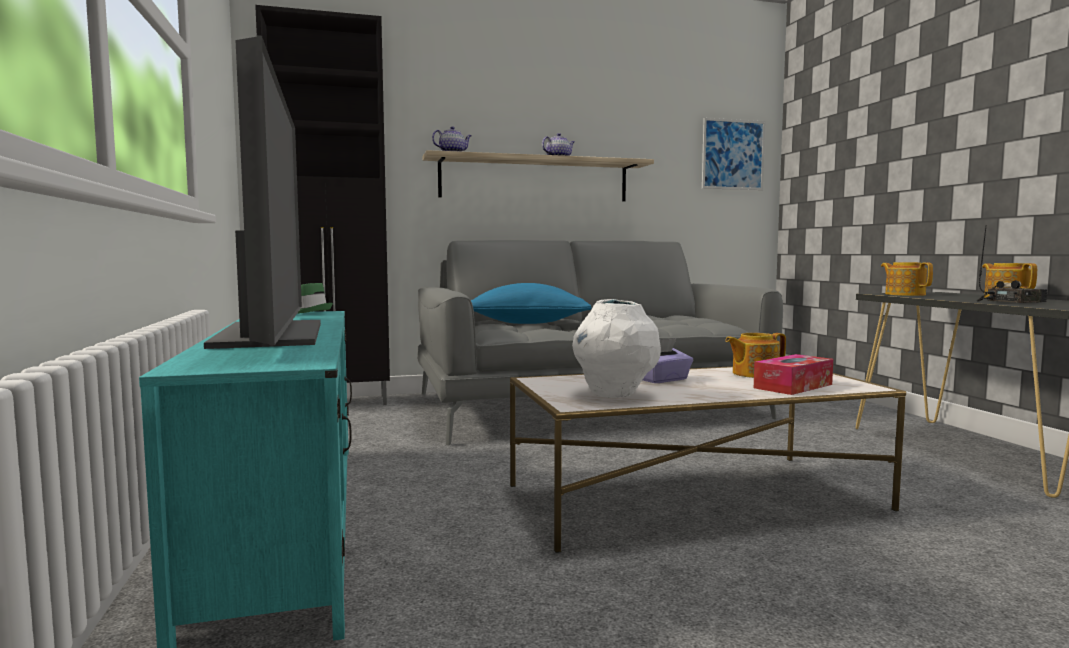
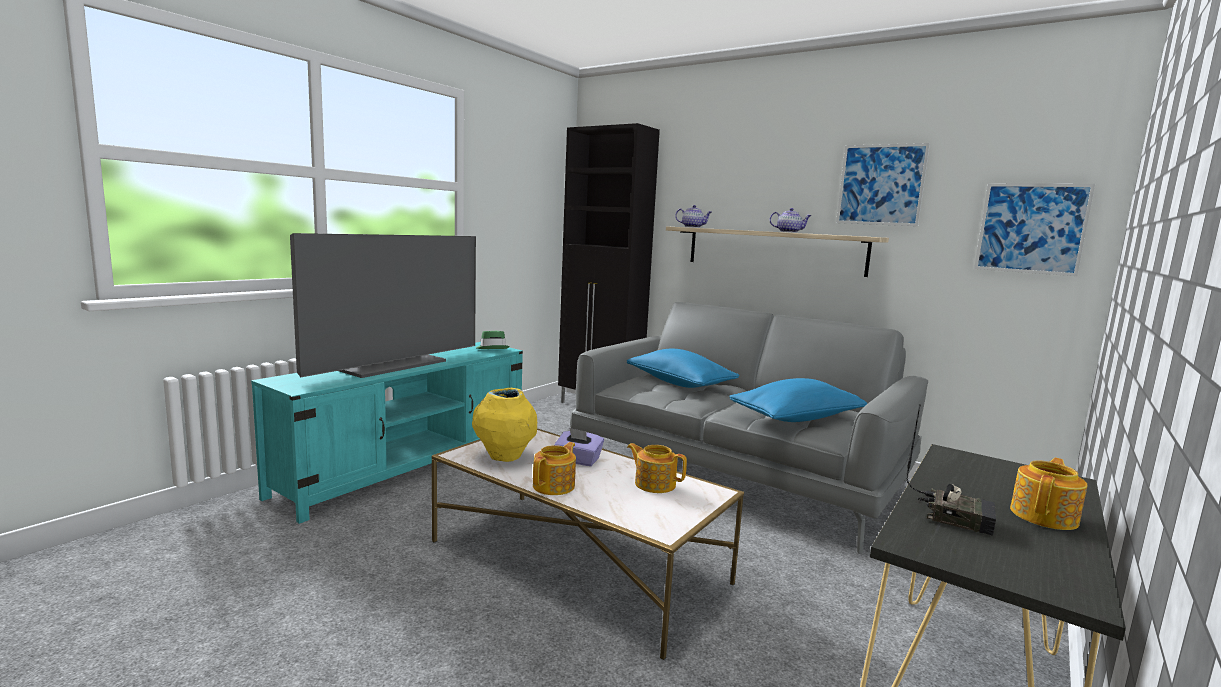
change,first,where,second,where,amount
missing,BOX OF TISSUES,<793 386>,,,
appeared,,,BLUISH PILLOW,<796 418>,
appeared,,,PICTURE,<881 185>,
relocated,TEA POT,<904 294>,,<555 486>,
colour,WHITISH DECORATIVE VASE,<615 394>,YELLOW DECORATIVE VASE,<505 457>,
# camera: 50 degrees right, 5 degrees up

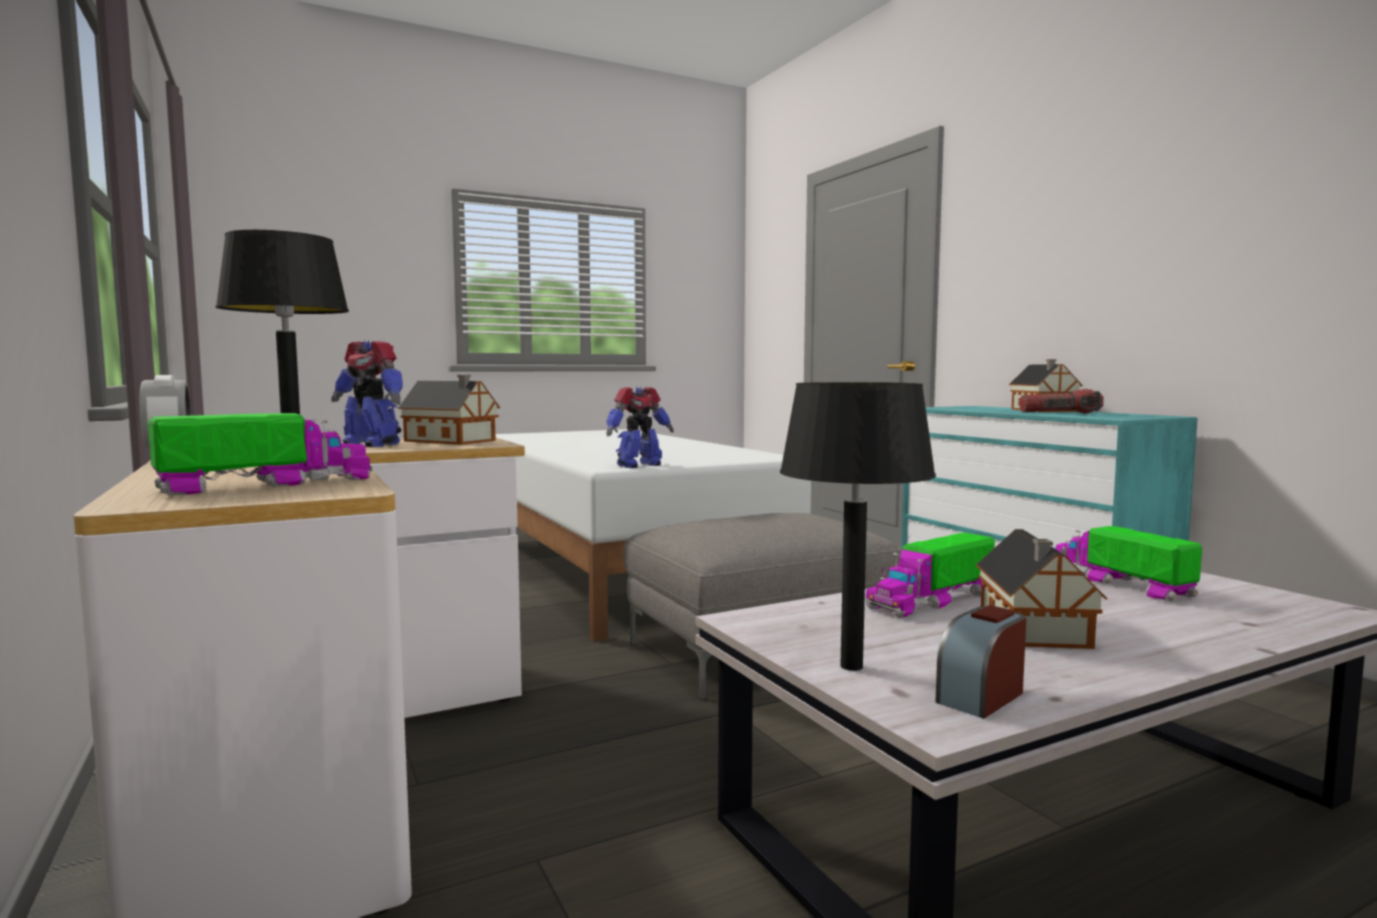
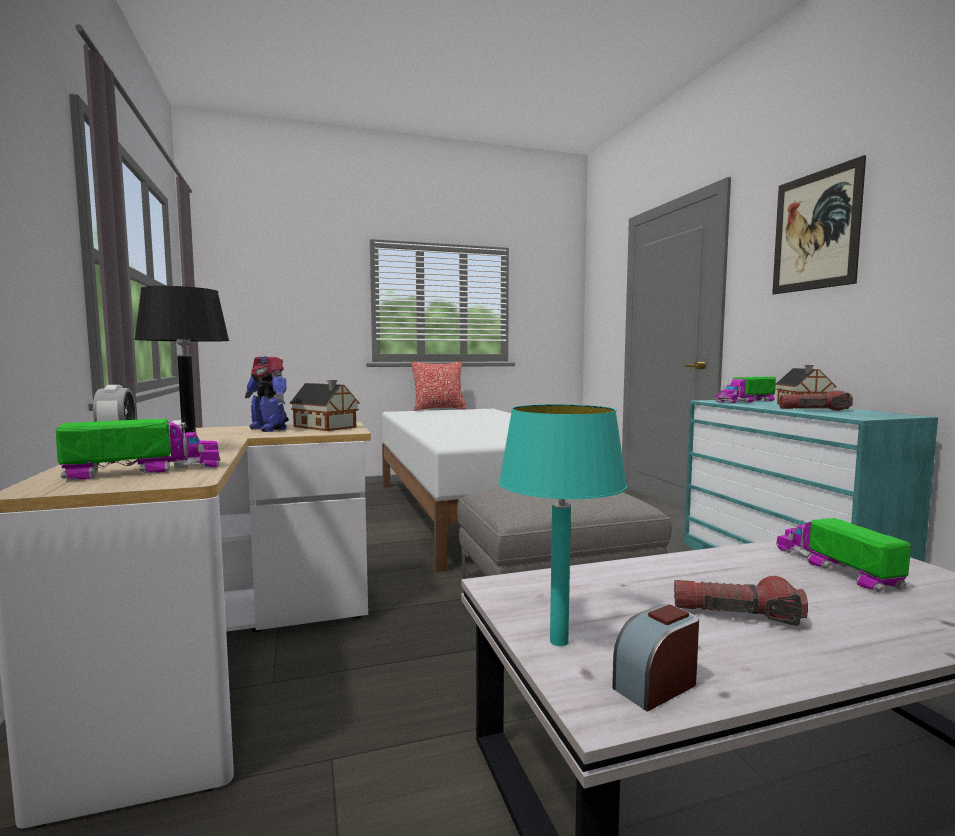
change,first,where,second,where,amount
missing,TOY ROBOT,<638 465>,,,
appeared,,,PILLOW,<439 409>,
appeared,,,PICTURE,<815 231>,
relocated,TOY LORRY,<932 600>,,<746 401>,
exchanged,MODEL HOUSE,<1033 630>,TORCH,<736 614>,
colour,BLACK-COLOURED TABLE LAMP,<850 666>,BLUE-GREEN TABLE LAMP,<558 641>,
# camera: 10 degrees right, 0 degrees up

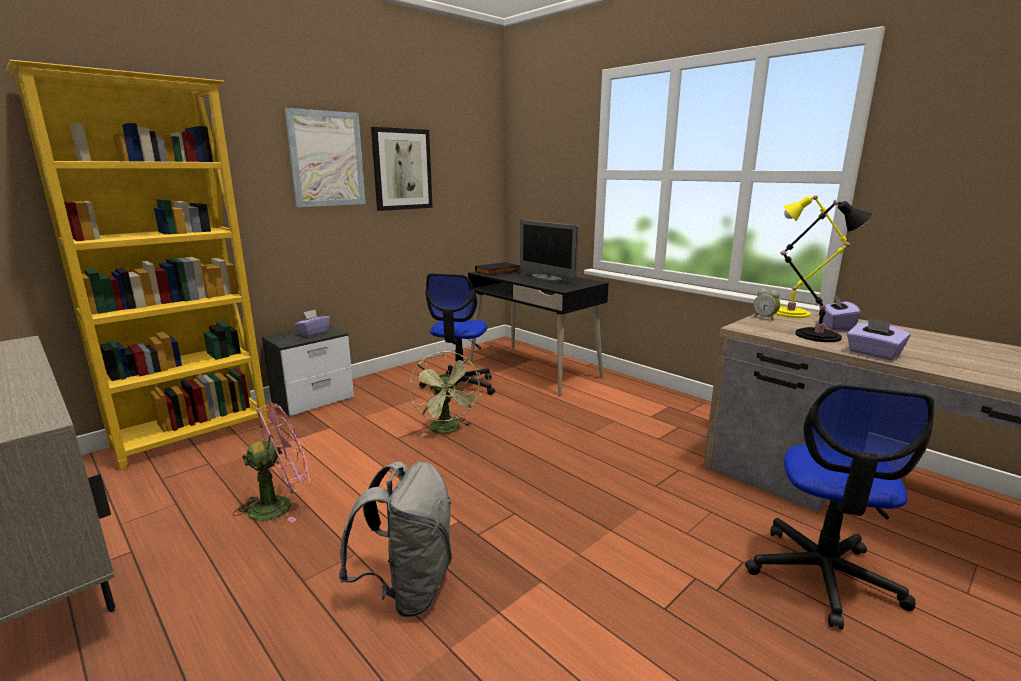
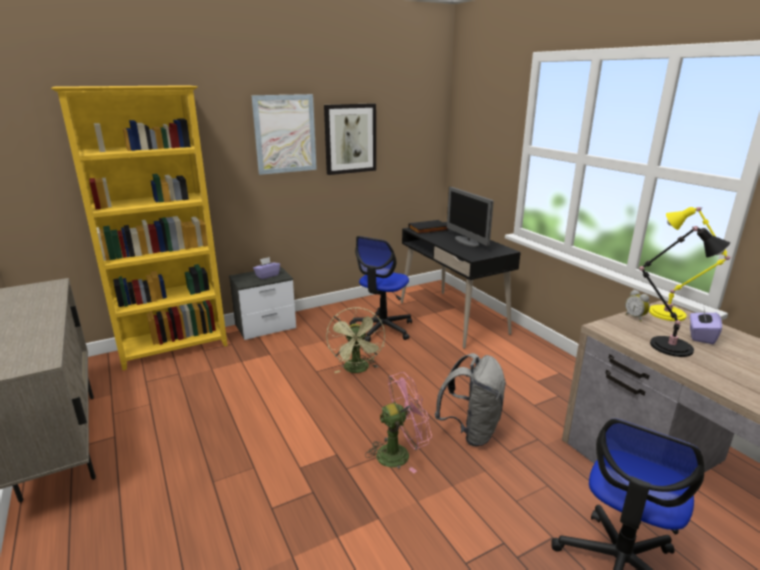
change,first,where,second,where,amount
missing,PURPLISH BOX OF TISSUES,<873 354>,,,
relocated,PINKISH FAN,<280 505>,,<399 453>,
relocated,GREY BACKPACK,<407 589>,,<471 431>,
# camera: 15 degrees right, 5 degrees up

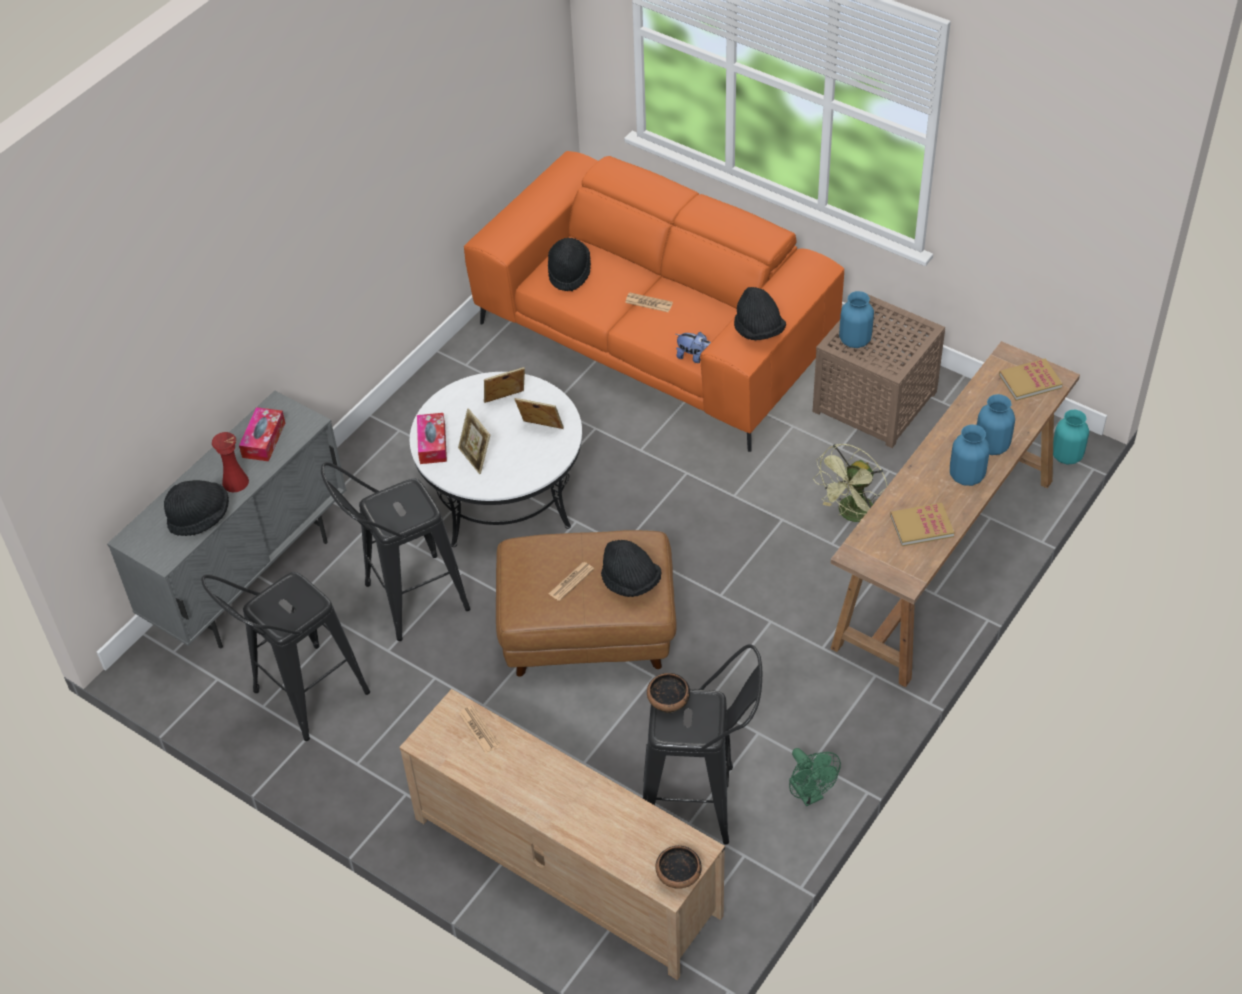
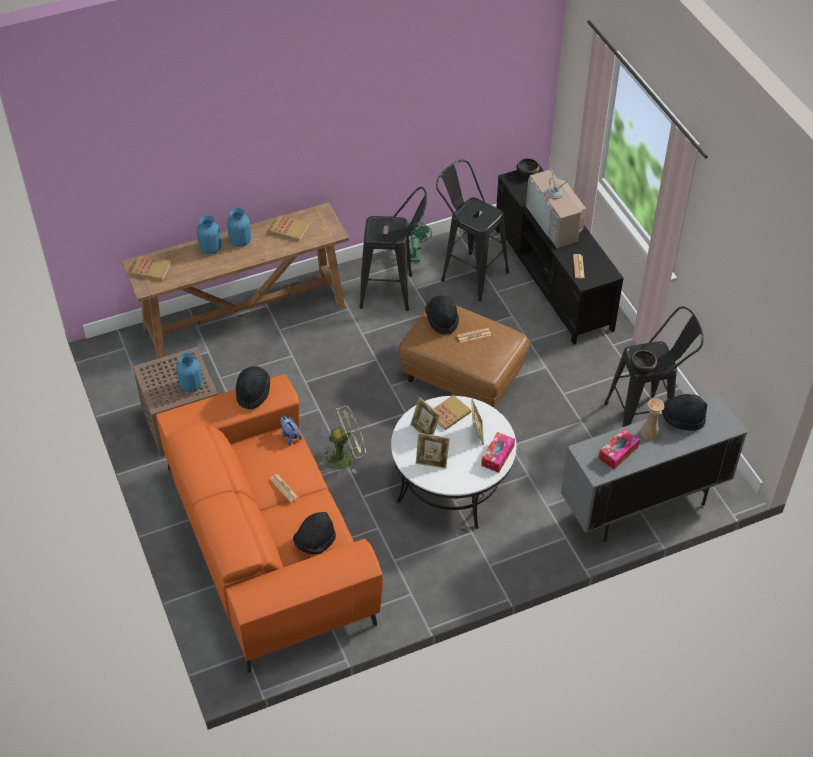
change,first,where,second,where,amount
missing,BLUE-GREEN DECORATIVE VASE,<1067 455>,,,
appeared,,,BOOK,<449 413>,
appeared,,,TV SET,<556 223>,
relocated,BLACK-COLOURED SITTING STOOL,<406 601>,,<393 292>,
relocated,SERVING BOWL,<669 702>,,<642 368>,
relocated,GREENISH FAN,<852 515>,,<345 457>,
colour,REDDISH DECORATIVE VASE,<235 482>,BEIGE-COLOURED DECORATIVE VASE,<649 432>,
colour,BEIGE-COLOURED TV UNIT,<565 865>,BLACK-COLOURED TV UNIT,<552 279>,
# camera: 150 degrees left, 0 degrees up

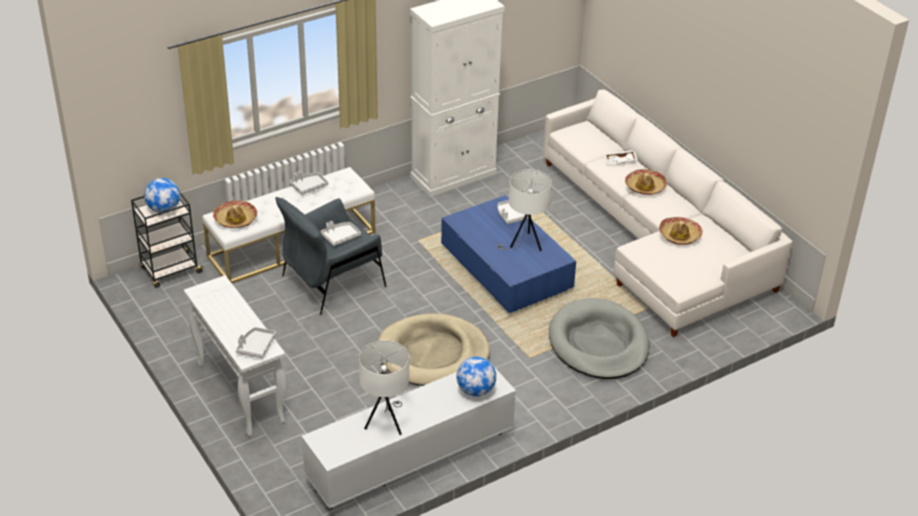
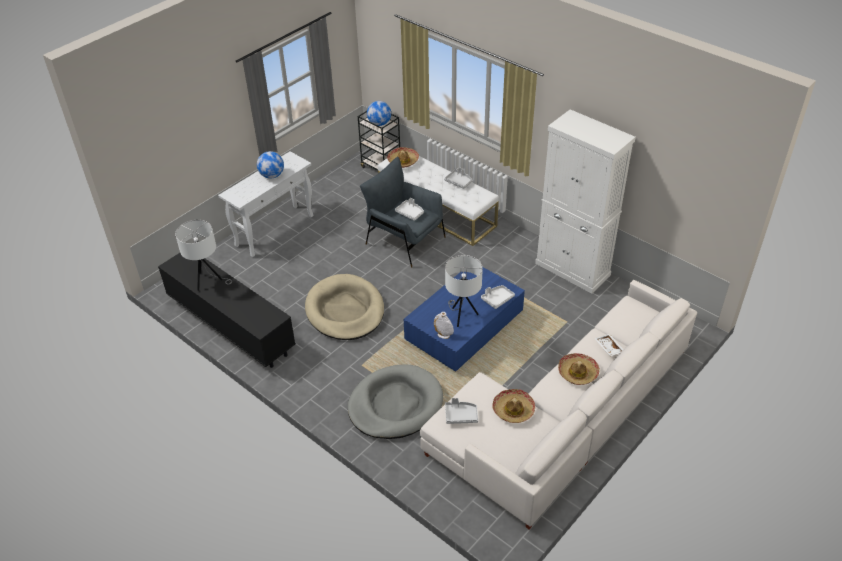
change,first,where,second,where,amount
appeared,,,WHITISH DECORATIVE VASE,<443 335>,
relocated,GREY CARRYING TRAY,<256 346>,,<461 415>,
relocated,WORLD GLOBE,<475 391>,,<272 175>,
colour,WHITISH TV UNIT,<409 461>,BLACK-COLOURED TV UNIT,<230 325>,
# camera: 75 degrees right, 5 degrees up

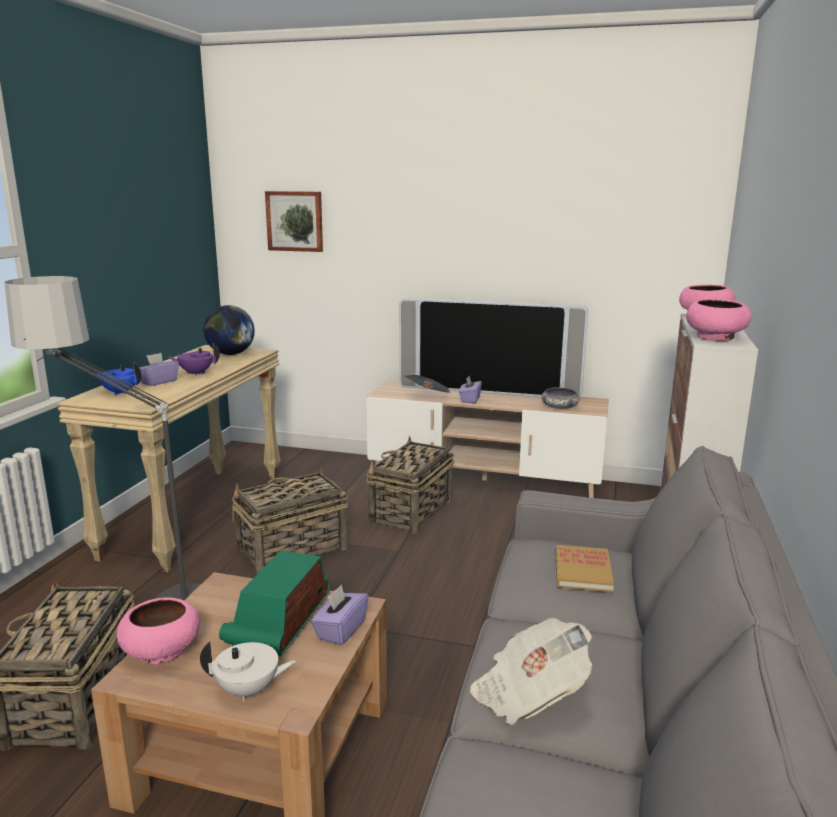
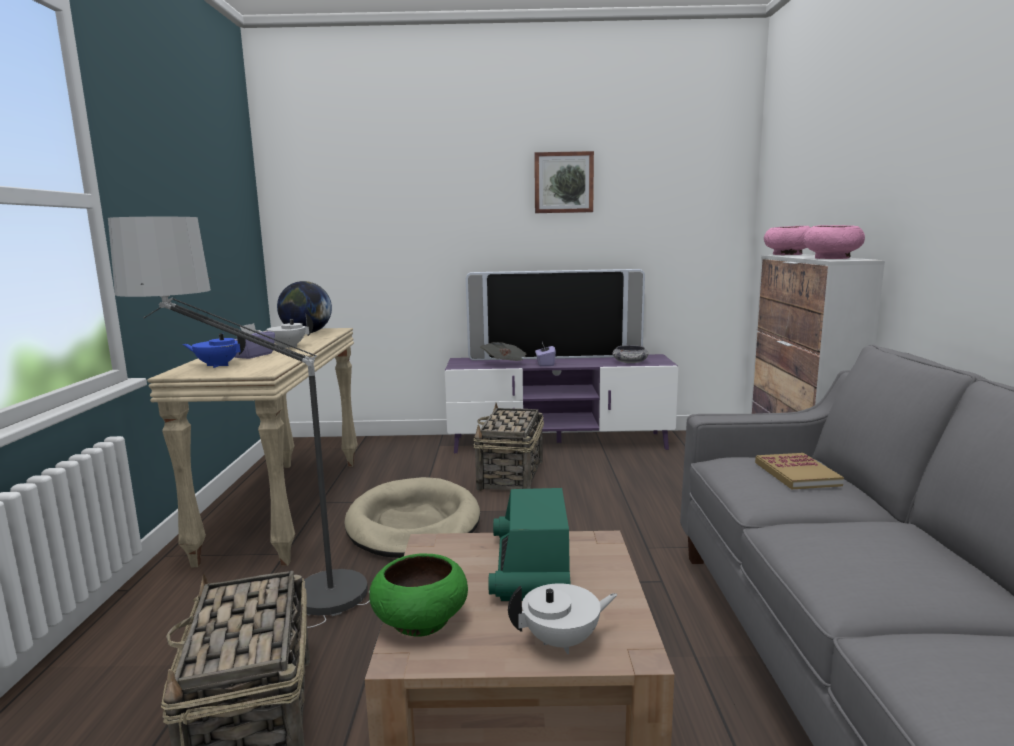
change,first,where,second,where,amount
missing,PURPLISH BOX OF TISSUES,<340 630>,,,
missing,DAILY PAPER,<529 694>,,,
relocated,PICTURE,<295 221>,,<563 182>,
exchanged,STORAGE BASKET,<291 549>,BEIGE-COLOURED DOG BED,<413 524>,
colour,PINKISH SERVING BOWL,<161 651>,GREENISH SERVING BOWL,<420 620>,
colour,PURPLISH TEA POT,<196 373>,WHITISH TEA POT,<287 347>,
colour,BEIGE-COLOURED TV UNIT,<484 480>,PURPLISH TV UNIT,<559 442>,
# camera: 15 degrees left, 5 degrees down

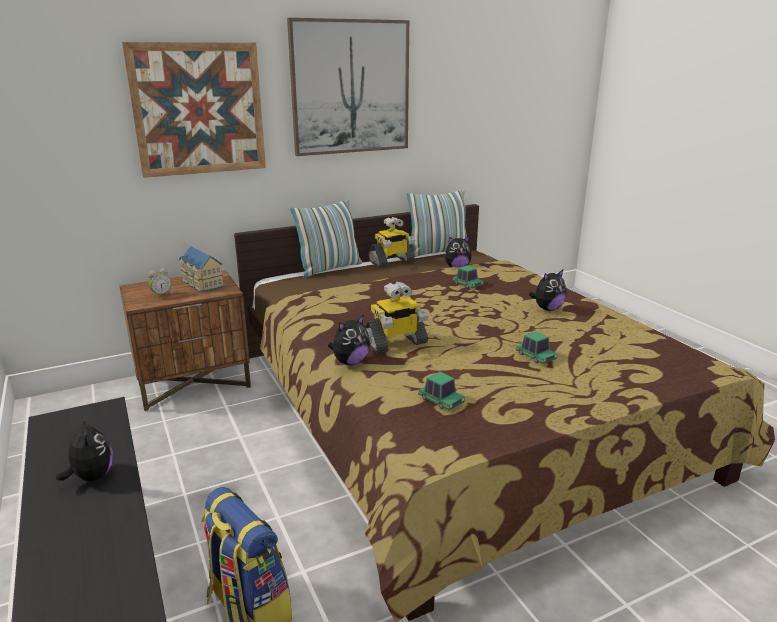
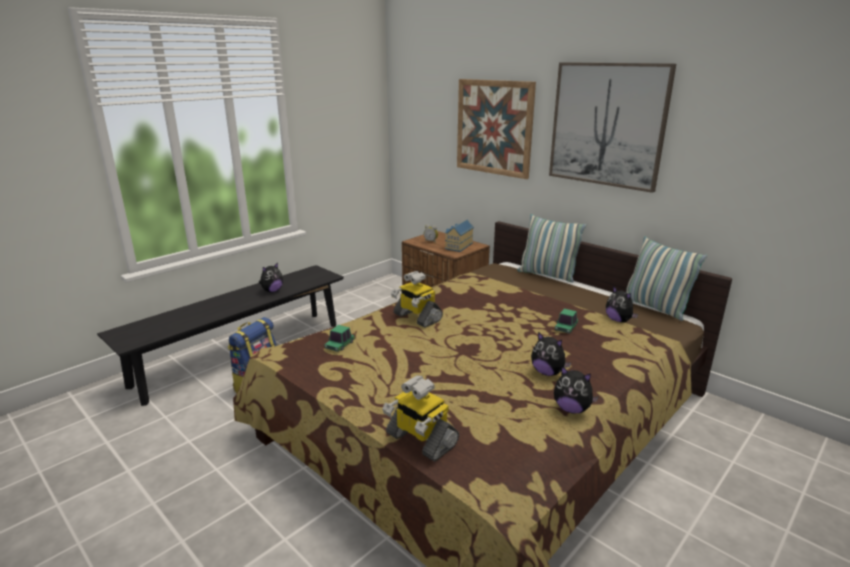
change,first,where,second,where,amount
missing,MINIATURE CAR,<535 356>,,,
relocated,SOFT TOY,<350 362>,,<572 409>,
relocated,TOY ROBOT,<391 261>,,<420 440>,
# camera: 70 degrees right, 0 degrees up

